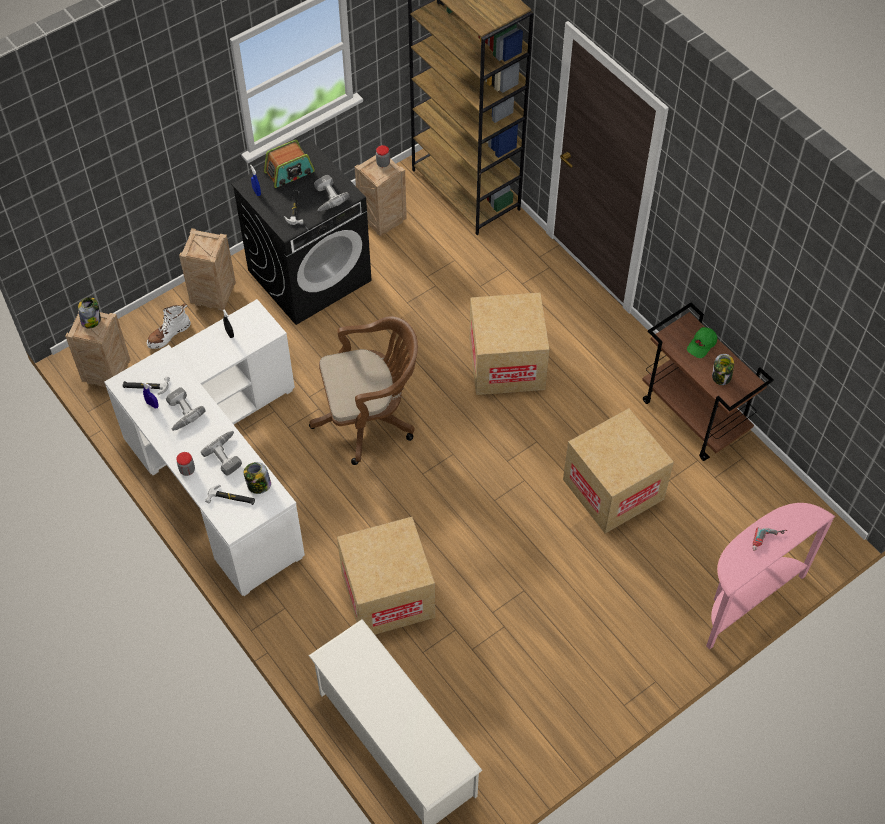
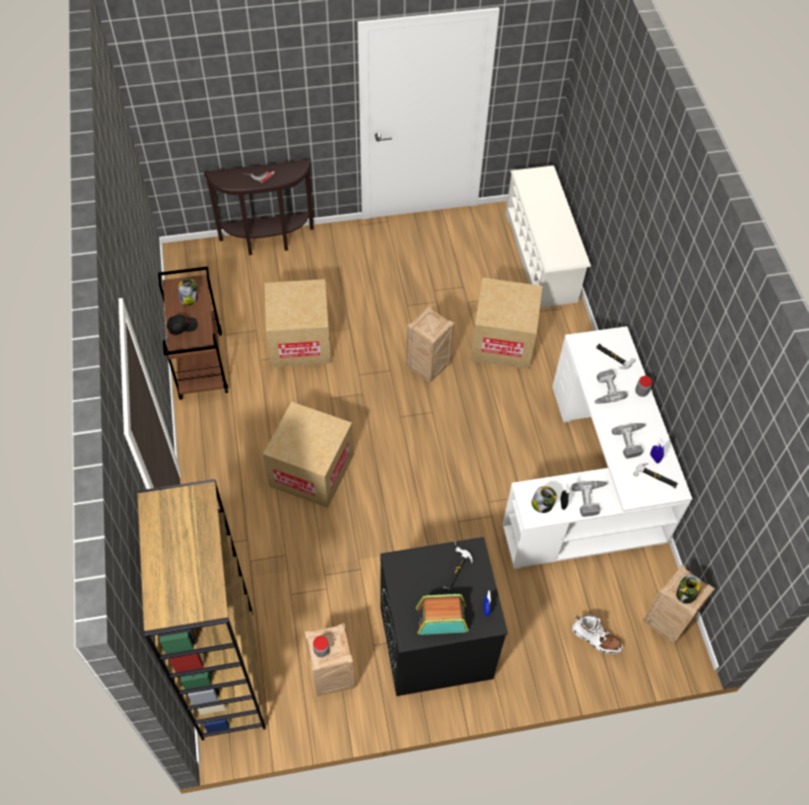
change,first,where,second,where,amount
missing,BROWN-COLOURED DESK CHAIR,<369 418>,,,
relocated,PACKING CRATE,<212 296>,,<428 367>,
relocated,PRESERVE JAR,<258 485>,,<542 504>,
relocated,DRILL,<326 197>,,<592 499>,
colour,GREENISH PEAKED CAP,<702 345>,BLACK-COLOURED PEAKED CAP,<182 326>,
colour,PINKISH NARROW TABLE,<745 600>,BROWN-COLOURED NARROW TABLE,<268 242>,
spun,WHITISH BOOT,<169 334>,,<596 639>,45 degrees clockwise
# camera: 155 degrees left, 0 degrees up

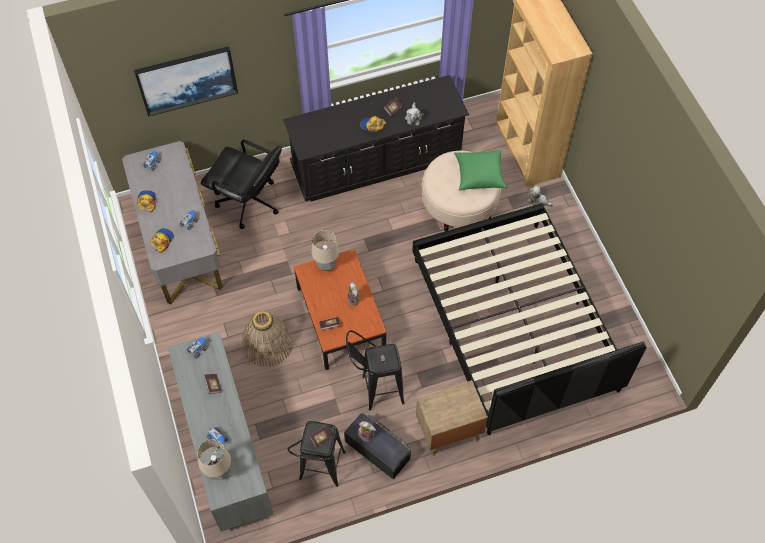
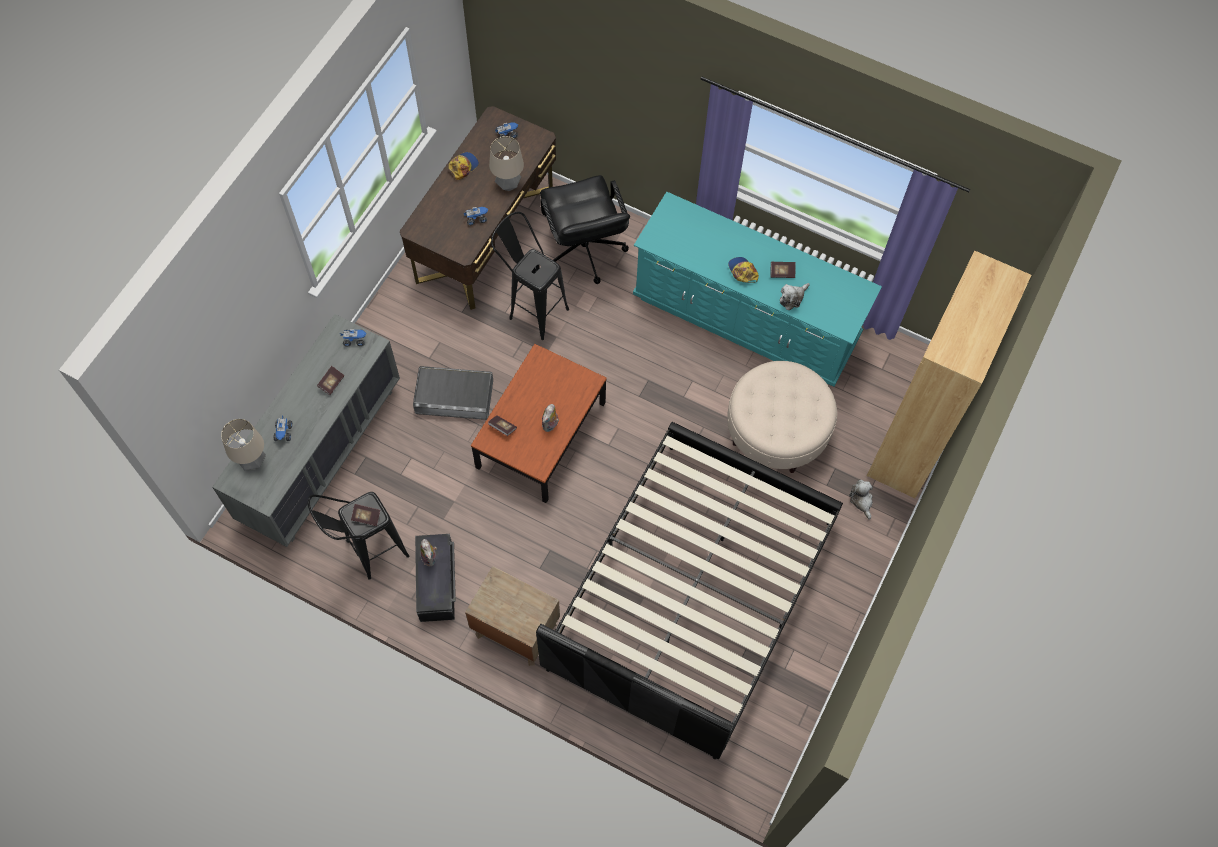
change,first,where,second,where,amount
missing,PICTURE,<187 80>,,,
missing,PEAKED CAP,<162 240>,,,
missing,GREENISH PILLOW,<479 175>,,,
relocated,TABLE LAMP,<326 266>,,<508 185>,
relocated,BLACK-COLOURED SITTING STOOL,<375 391>,,<531 309>,
exchanged,STORAGE BASKET,<267 344>,GREY STORAGE BOX,<454 396>,
colour,GREY DESK,<180 242>,BROWN-COLOURED DESK,<485 234>,
colour,BLACK-COLOURED DRESSER,<376 162>,BLUE-GREEN DRESSER,<745 317>,
# camera: 45 degrees right, 5 degrees up

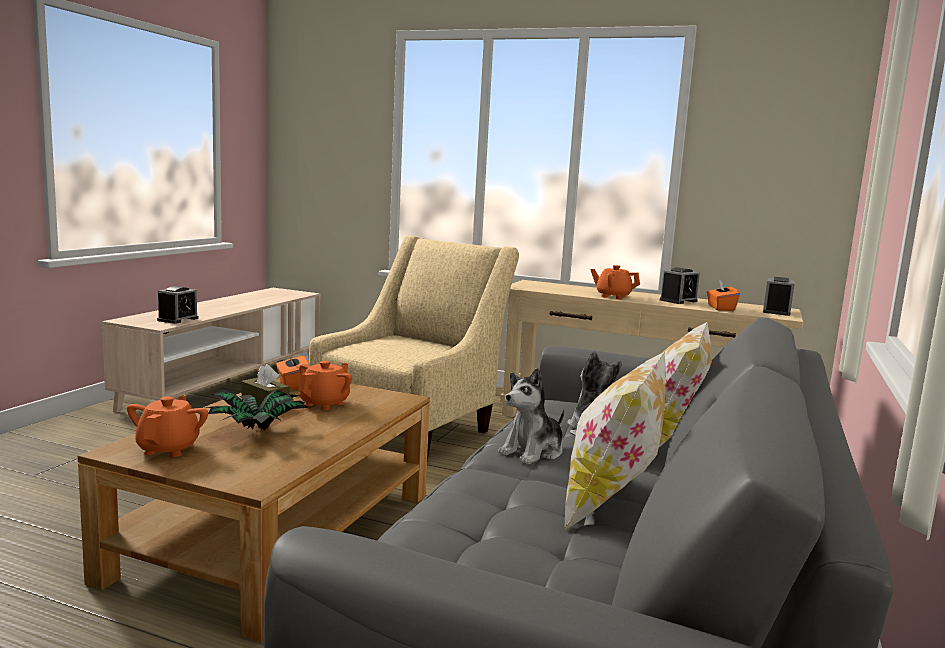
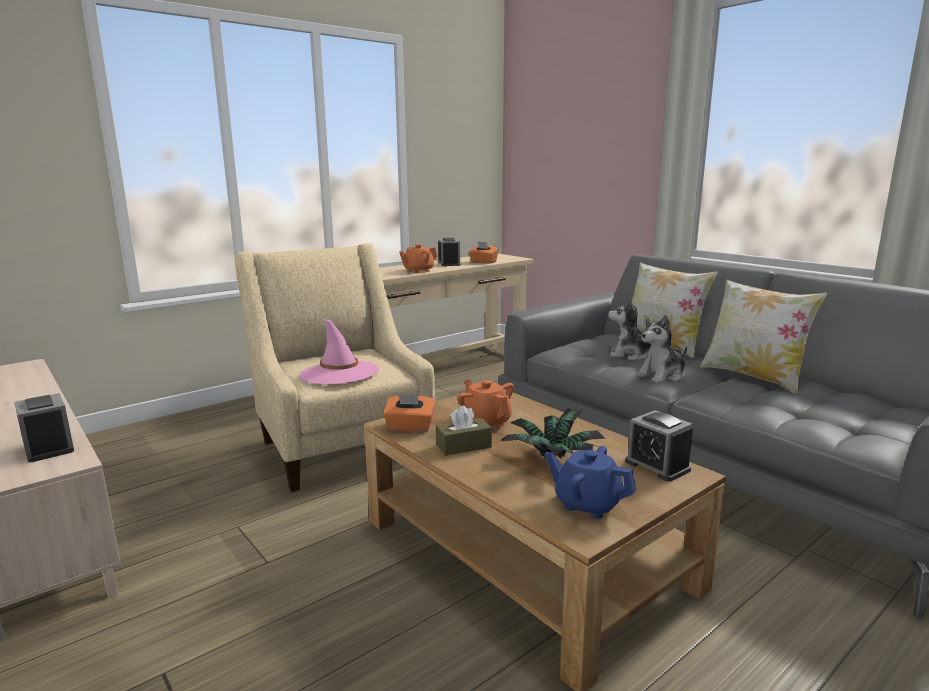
change,first,where,second,where,amount
appeared,,,PINKISH CLOTHING HAT,<339 373>,
relocated,TABLE CLOCK,<776 311>,,<657 466>,
colour,ORANGEY TEA POT,<169 448>,BLUISH TEA POT,<587 504>,
spun,SOFT TOY,<533 452>,,<662 375>,75 degrees clockwise
# camera: 60 degrees left, 5 degrees up

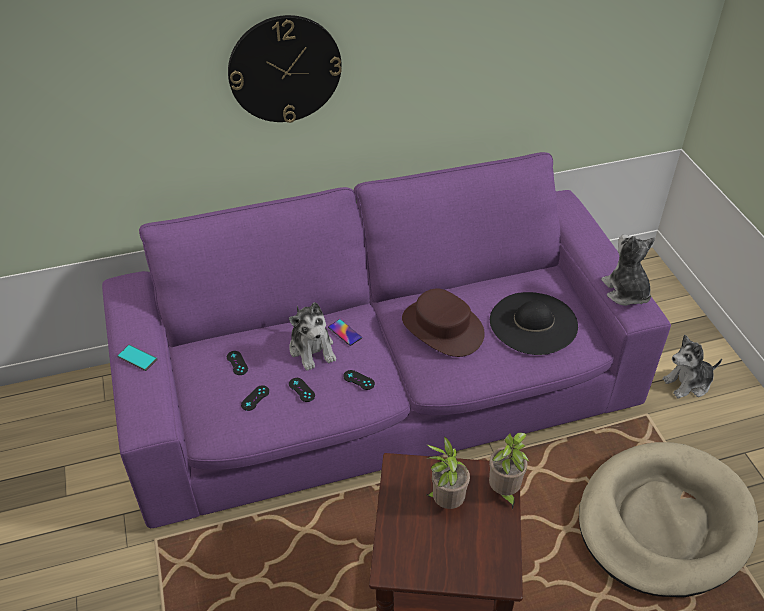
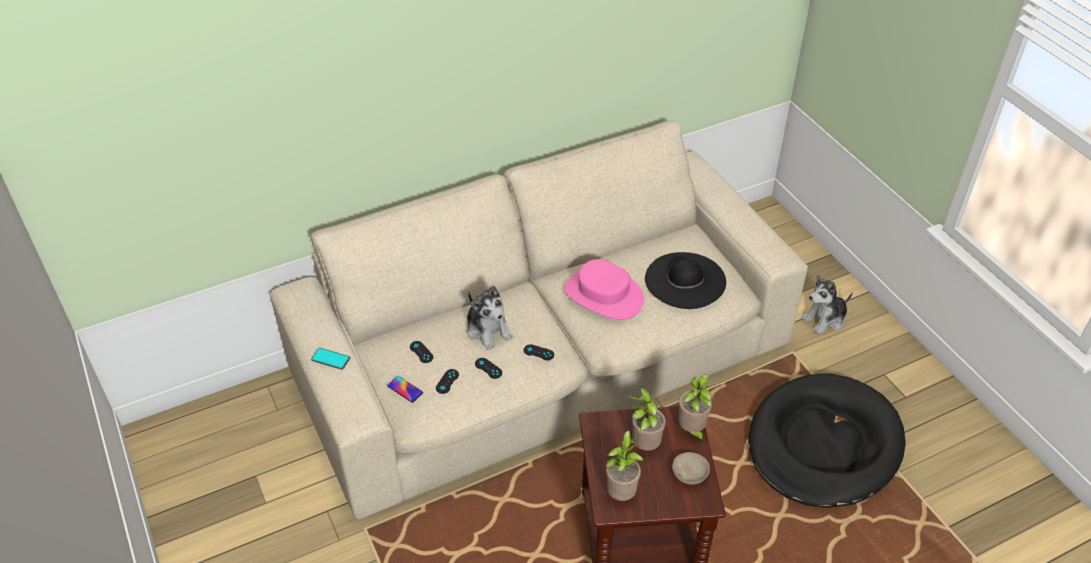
change,first,where,second,where,amount
missing,HANGING CLOCK,<284 69>,,,
missing,SOFT TOY,<625 292>,,,
appeared,,,PLANT IN A POT,<621 493>,
appeared,,,BEIGE-COLOURED SERVING BOWL,<691 475>,
relocated,HANDSET,<345 332>,,<405 389>,
colour,PURPLISH COUCH,<381 389>,BEIGE-COLOURED COUCH,<544 362>,
colour,BROWN-COLOURED CLOTHING HAT,<442 328>,PINKISH CLOTHING HAT,<603 295>,
colour,BEIGE-COLOURED DOG BED,<663 522>,BLACK-COLOURED DOG BED,<823 444>,
# camera: 10 degrees left, 0 degrees up

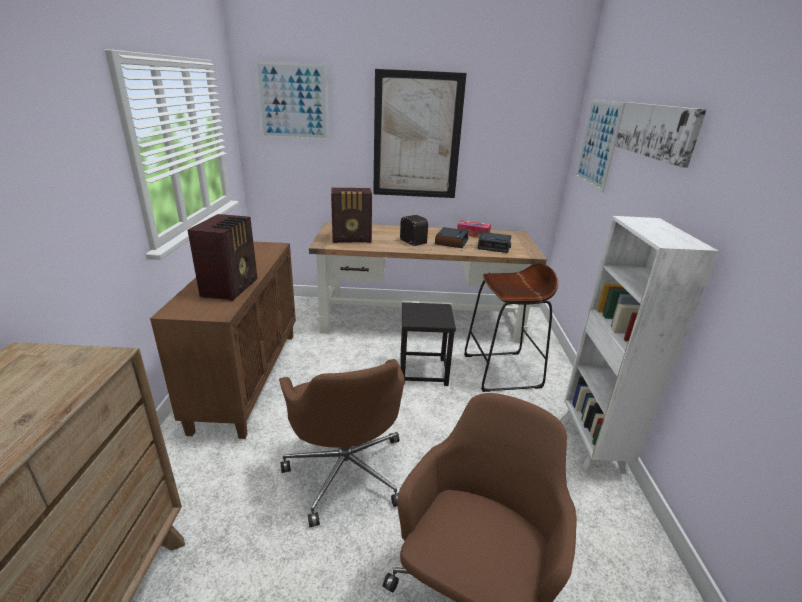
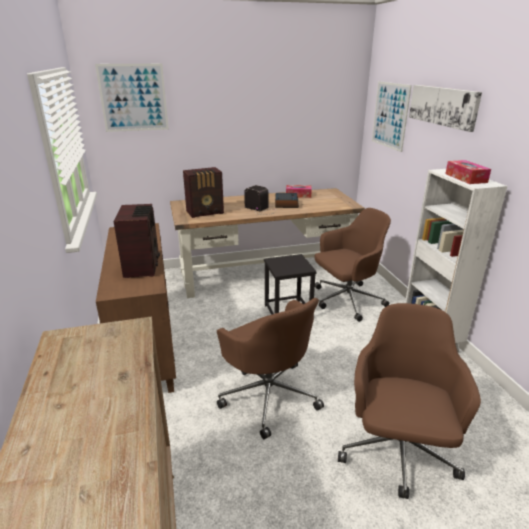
change,first,where,second,where,amount
missing,PICTURE,<417 137>,,,
missing,TABLE CLOCK,<494 246>,,,
appeared,,,BOX OF TISSUES,<465 178>,
exchanged,BROWN-COLOURED SITTING STOOL,<502 371>,BROWN-COLOURED DESK CHAIR,<346 300>,
# camera: 15 degrees left, 0 degrees up

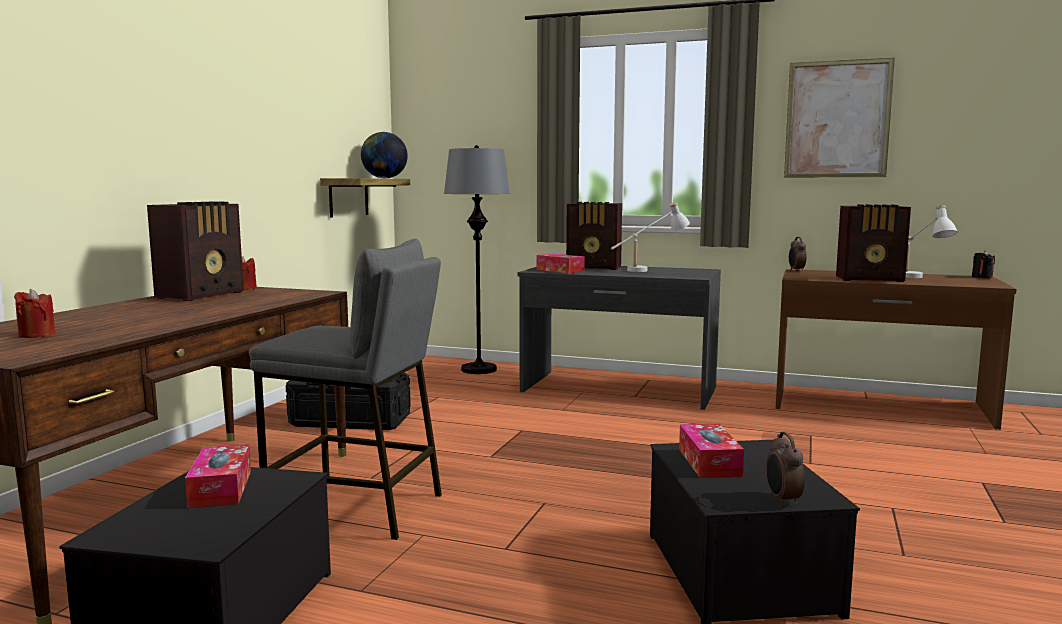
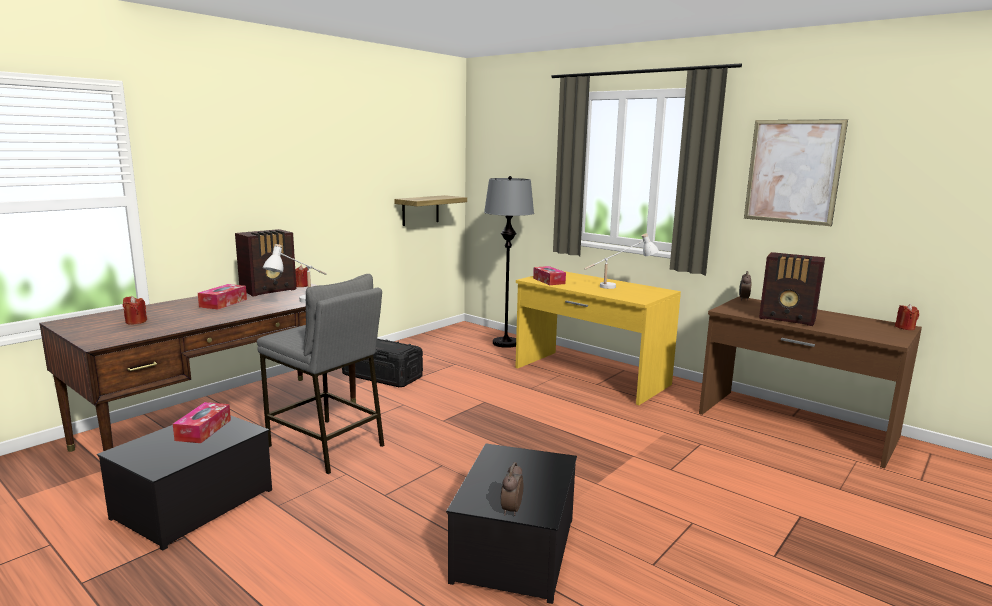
change,first,where,second,where,amount
missing,WORLD GLOBE,<384 178>,,,
missing,RADIO SET,<594 267>,,,
relocated,BOX OF TISSUES,<709 462>,,<223 303>,
relocated,WHITISH TABLE LAMP,<918 278>,,<300 303>,
colour,GREY DESK,<618 390>,YELLOW DESK,<590 376>,
colour,BLACK-COLOURED WAX CANDLE,<982 277>,REDDISH WAX CANDLE,<905 327>,
# camera: 20 degrees right, 5 degrees up

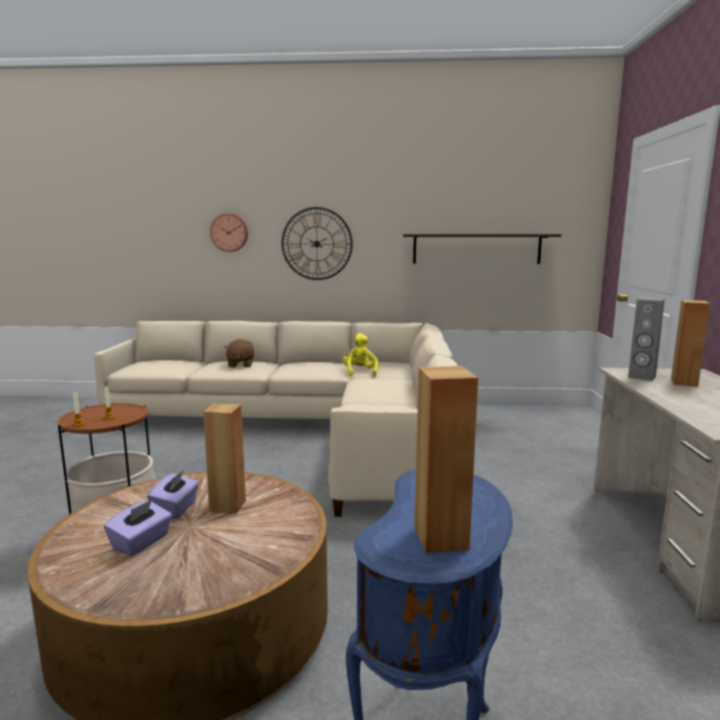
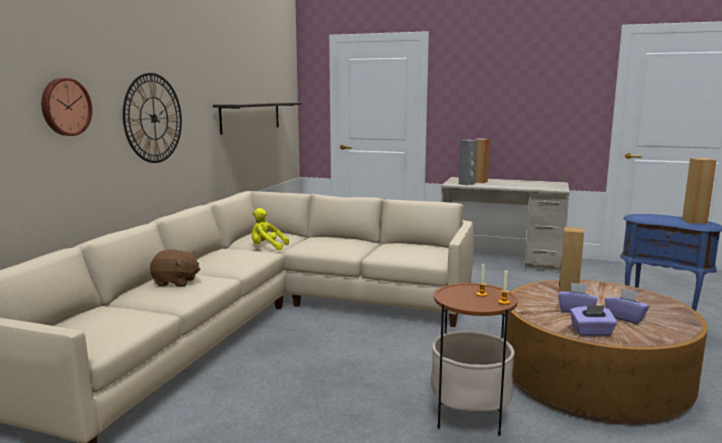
change,first,where,second,where,amount
appeared,,,PURPLISH BOX OF TISSUES,<592 332>,
# camera: 75 degrees left, 0 degrees up

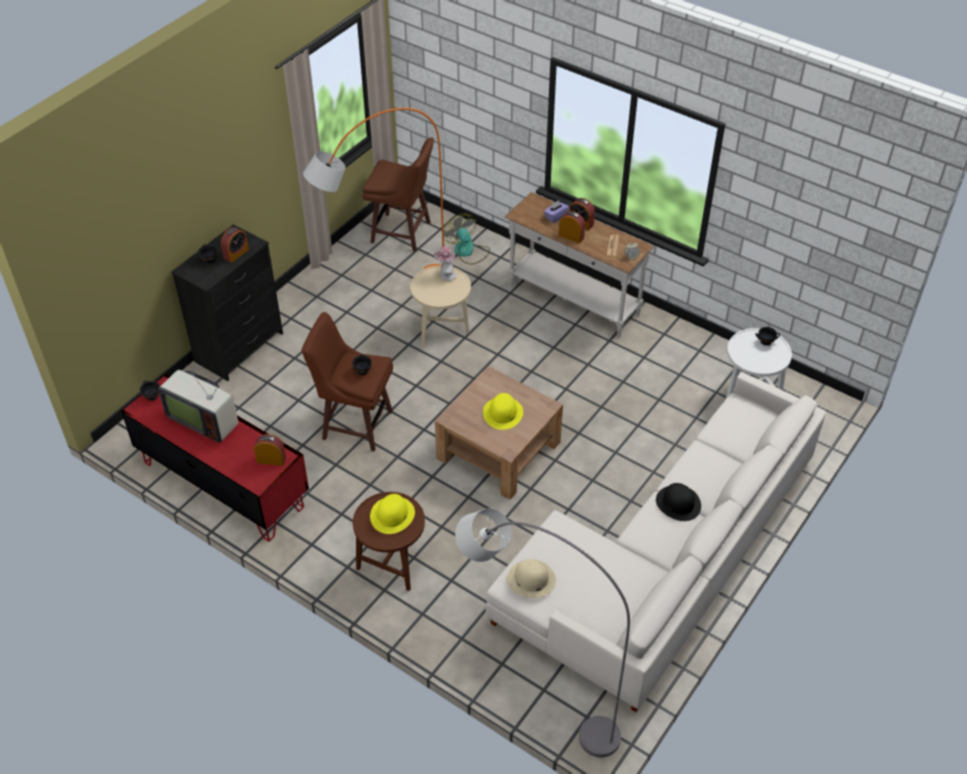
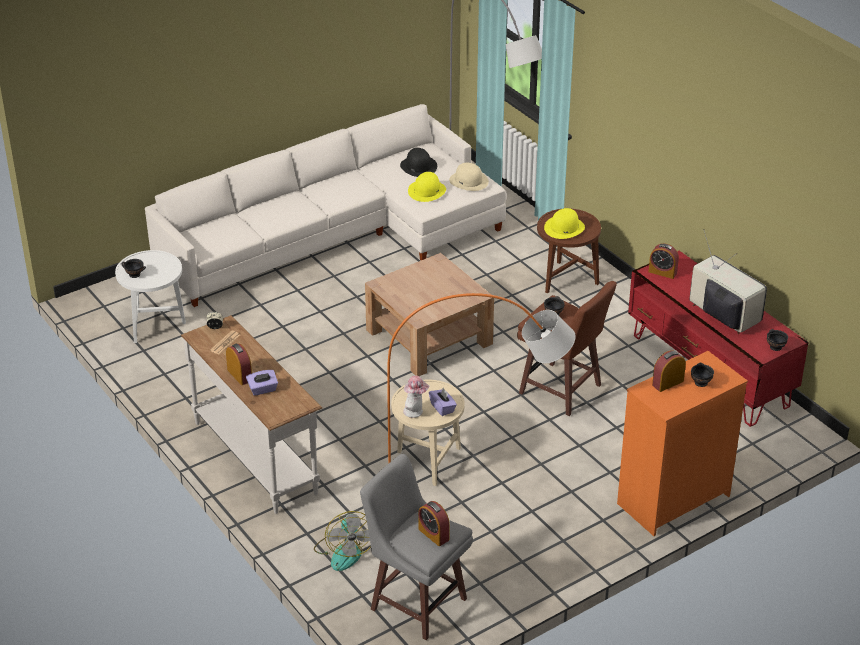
change,first,where,second,where,amount
appeared,,,PURPLISH BOX OF TISSUES,<442 408>,
relocated,YELLOW CLOTHING HAT,<503 413>,,<427 190>,
relocated,TABLE CLOCK,<571 236>,,<433 534>,
relocated,BLACK-COLOURED CLOTHING HAT,<678 503>,,<418 166>,
colour,BLACK-COLOURED DRESSER,<239 348>,ORANGEY DRESSER,<673 499>,
colour,BROWN-COLOURED SITTING STOOL,<402 233>,GREY SITTING STOOL,<416 602>,
# camera: 160 degrees left, 10 degrees down

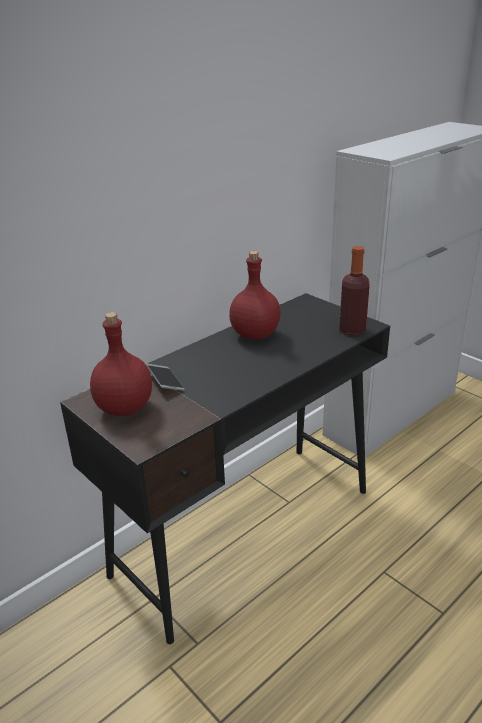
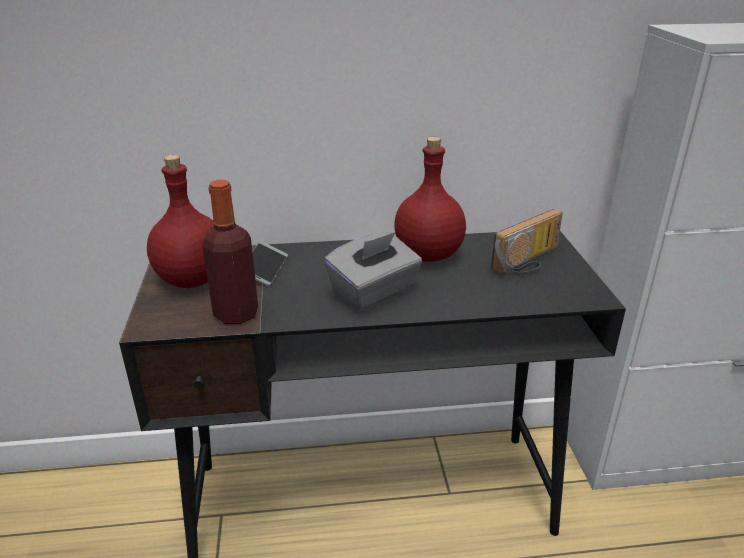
change,first,where,second,where,amount
appeared,,,GREY BOX OF TISSUES,<374 292>,
appeared,,,RADIO SET,<530 262>,
relocated,BEVERAGE BOTTLE,<352 330>,,<236 314>,
# camera: 35 degrees right, 0 degrees up

